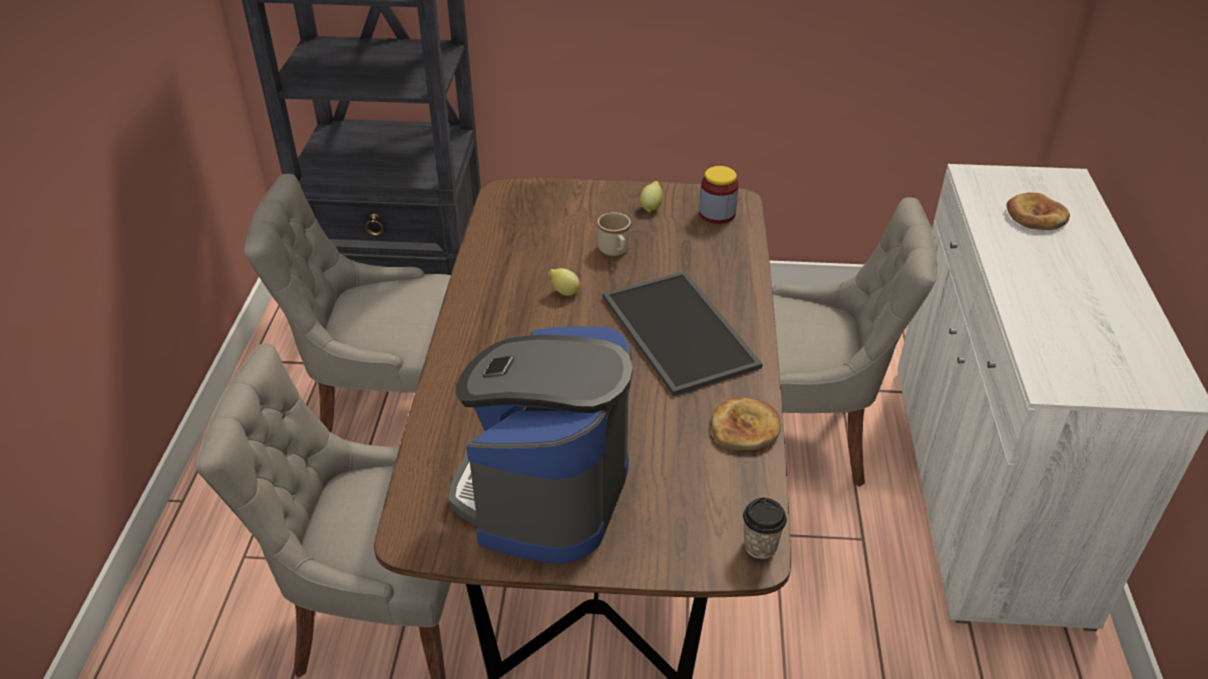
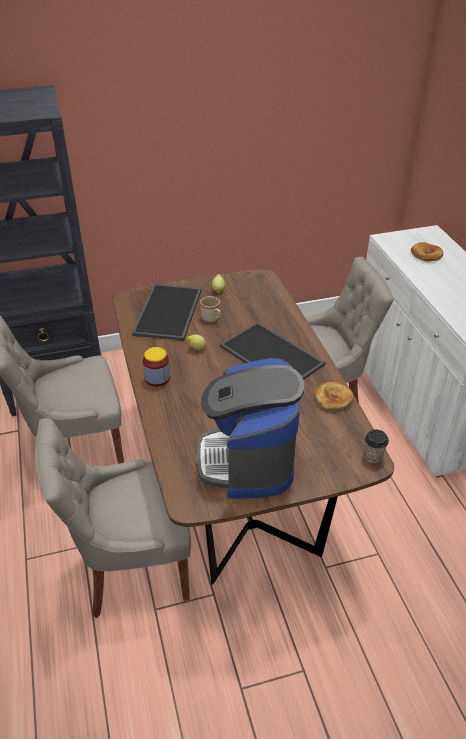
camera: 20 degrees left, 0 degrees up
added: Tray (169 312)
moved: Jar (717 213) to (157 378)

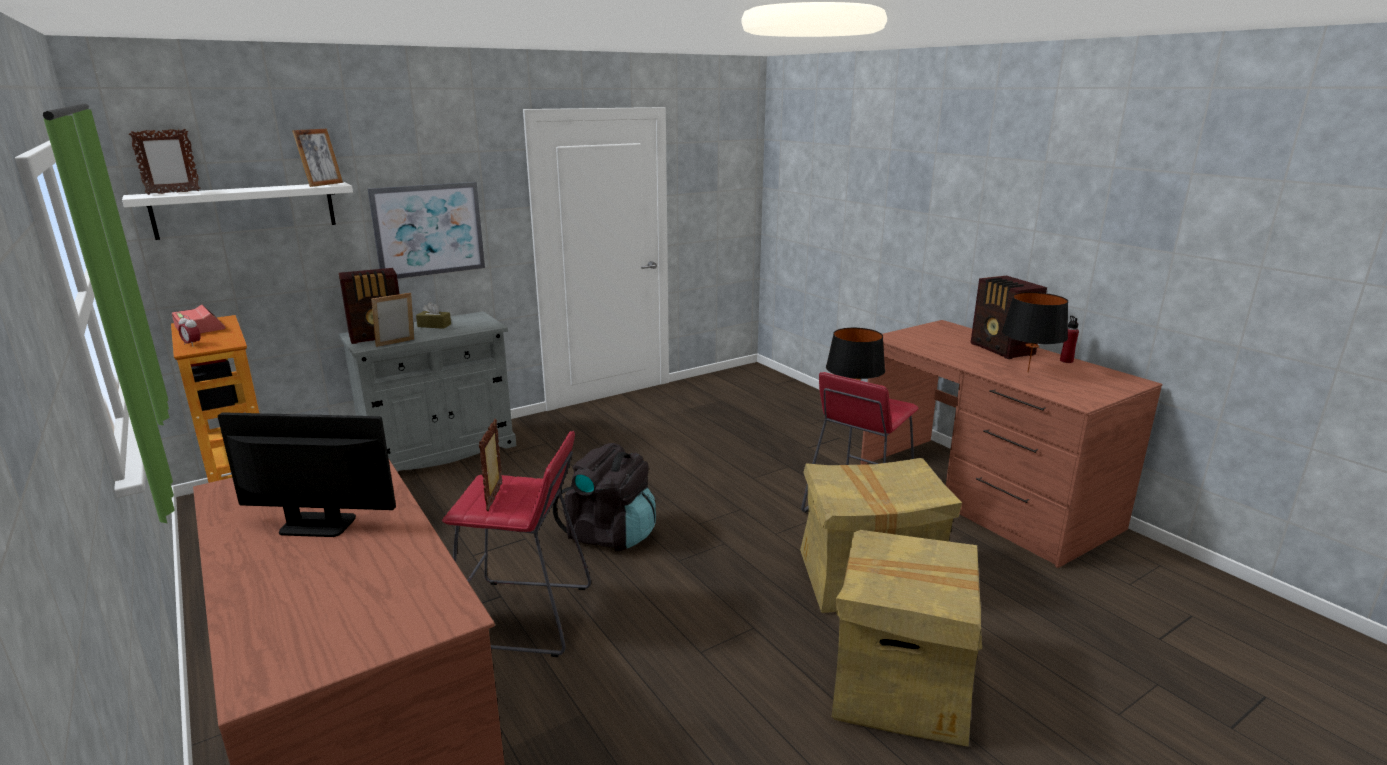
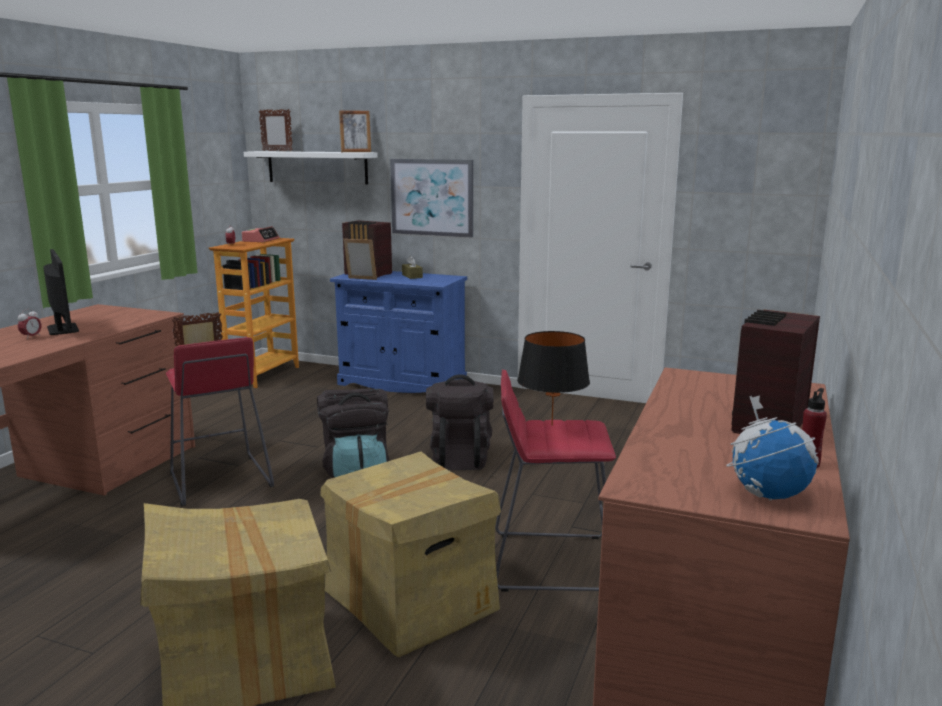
camera: 55 degrees right, 5 degrees down
removed: BlackTableLamp (1028 372)
added: AlarmClock (31 337); BlackBackpack (460 457); Globe (768 494)
recoloured: GreyCabinet (439 451) to BlueCabinet (402 383)

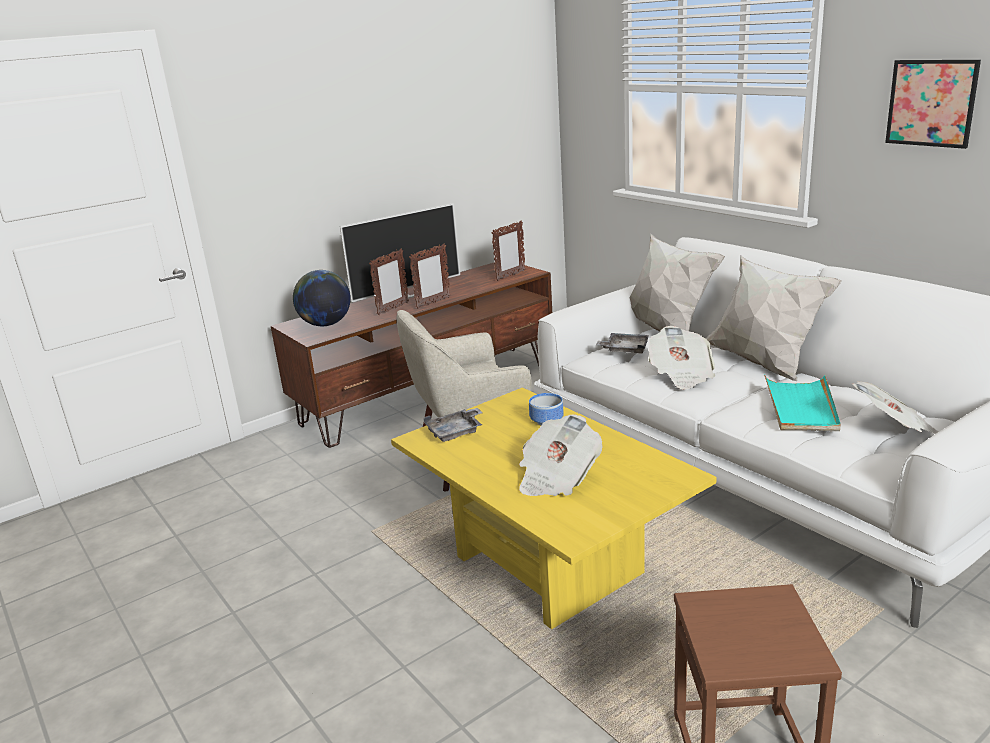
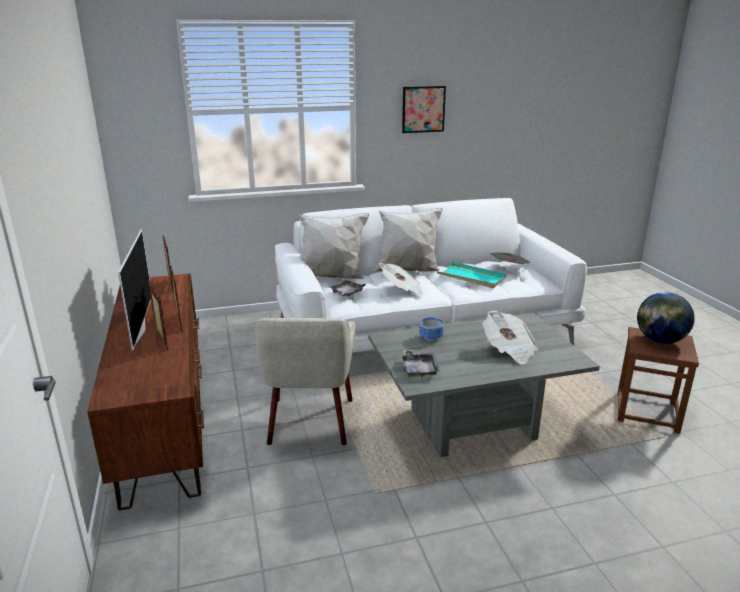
camera: 70 degrees left, 0 degrees up
moved: Globe (325 324) to (660 340)
recoloured: YellowCoffeeTable (548 565) to GreyCoffeeTable (472 424)

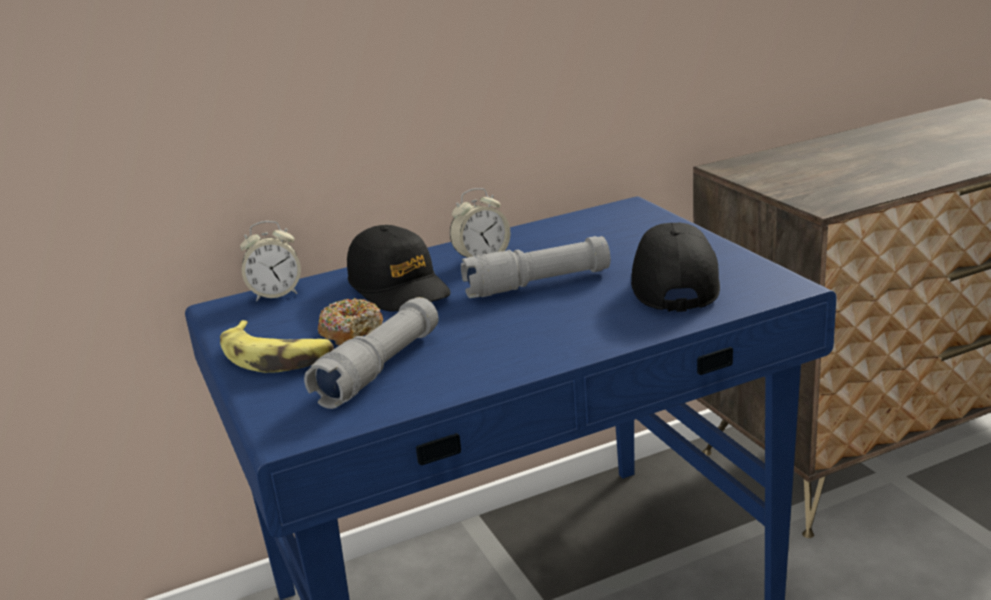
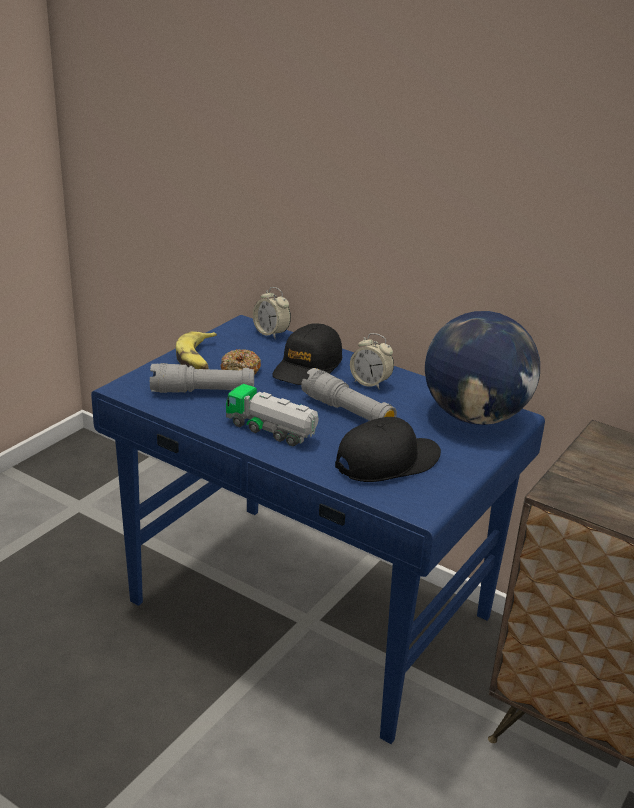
camera: 55 degrees right, 5 degrees up
added: Globe (475 416); ToyTruck (271 430)

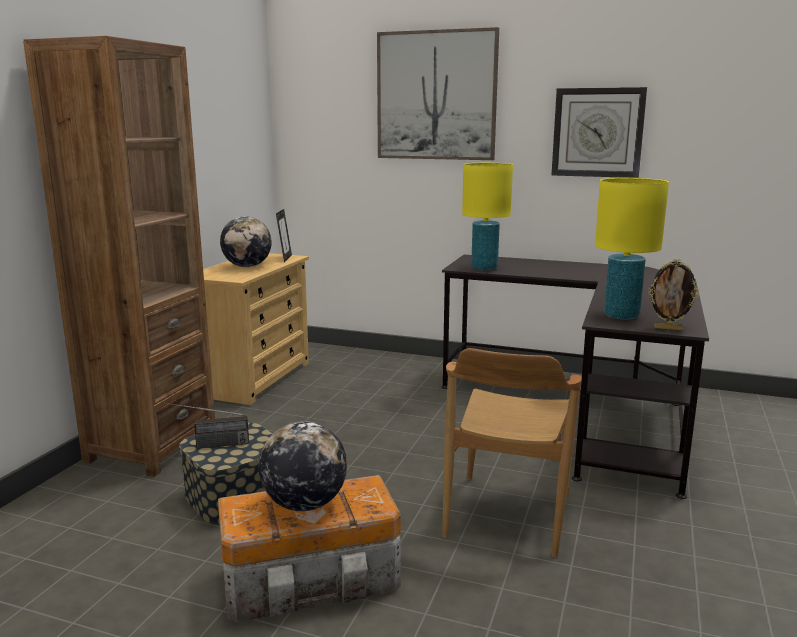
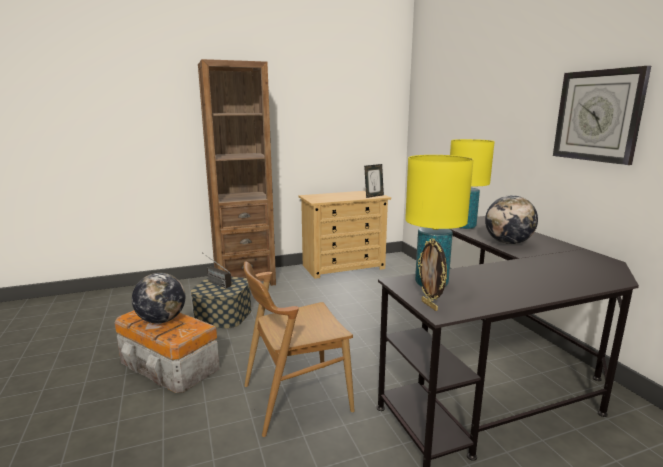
camera: 50 degrees right, 0 degrees up
removed: Picture (436 96)
moved: Globe (247 266) to (508 243)

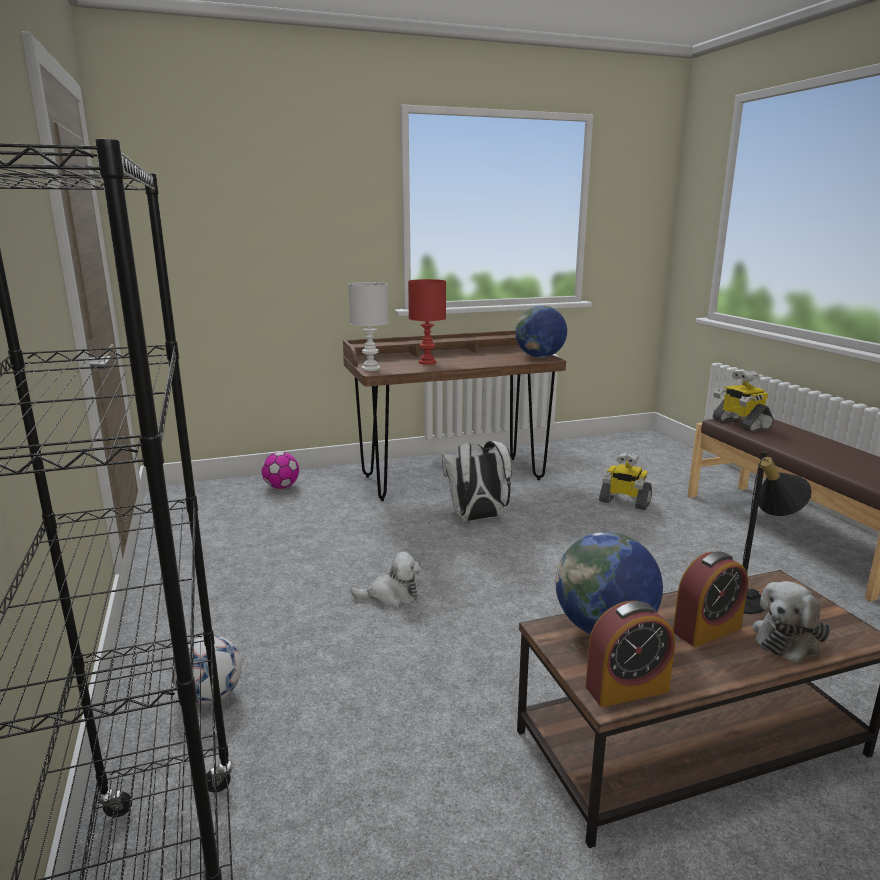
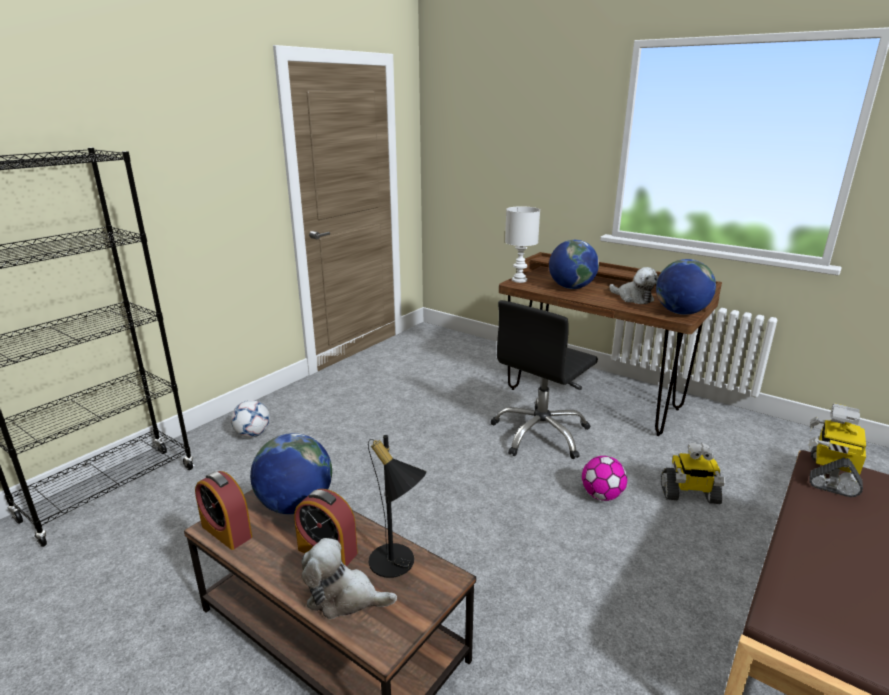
camera: 55 degrees right, 5 degrees up
moved: Football (281 487) to (601 495); PlushToy (391 596) to (633 298)
replaced: RedTableLamp (426 362) to Globe (571 287); WhiteBackpack (477 518) to BlackOfficeChair (540 434)
turned: ToyRobot (624 502) = (689 494) 75 degrees counterclockwise

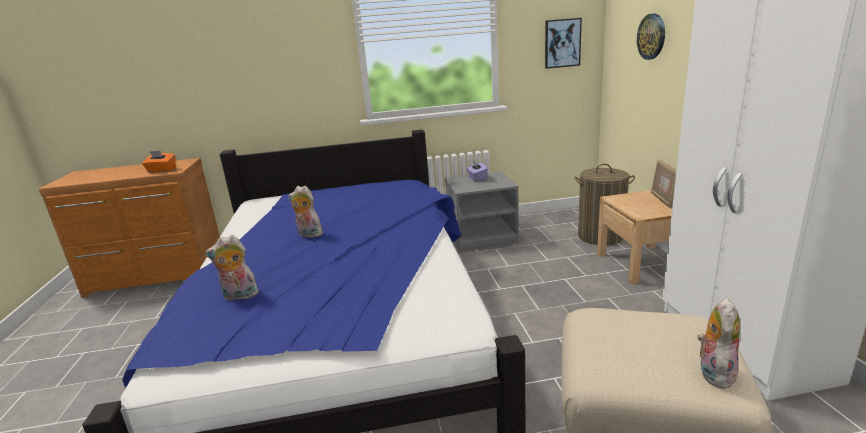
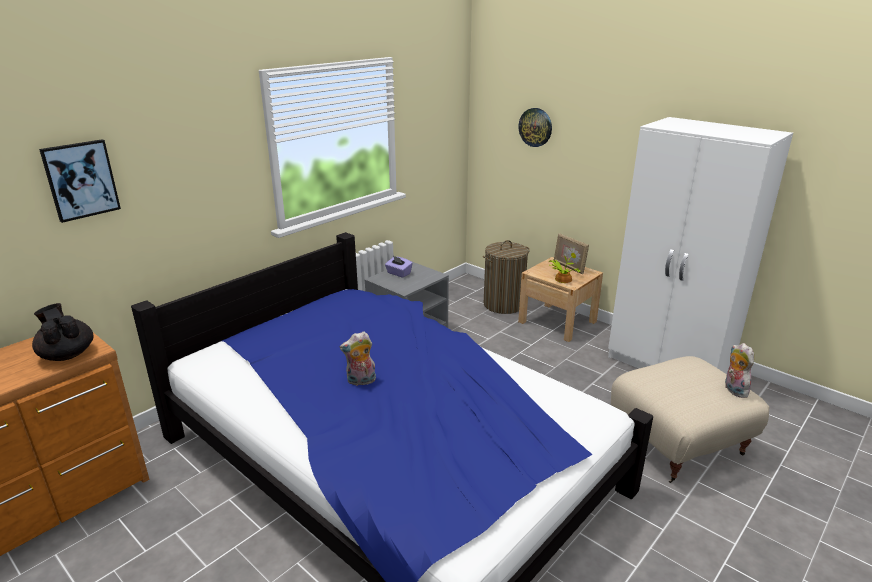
camera: 40 degrees left, 5 degrees up
removed: PlushToy (239 296)
added: PottedPlant (562 279)
moved: Picture (562 43) to (81 180)
replaced: OrangeTissueBox (161 170) to BlackTeapot (67 354)

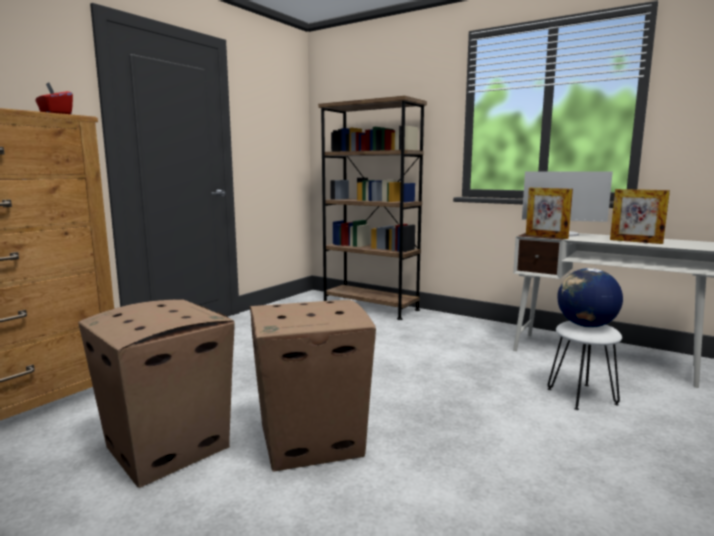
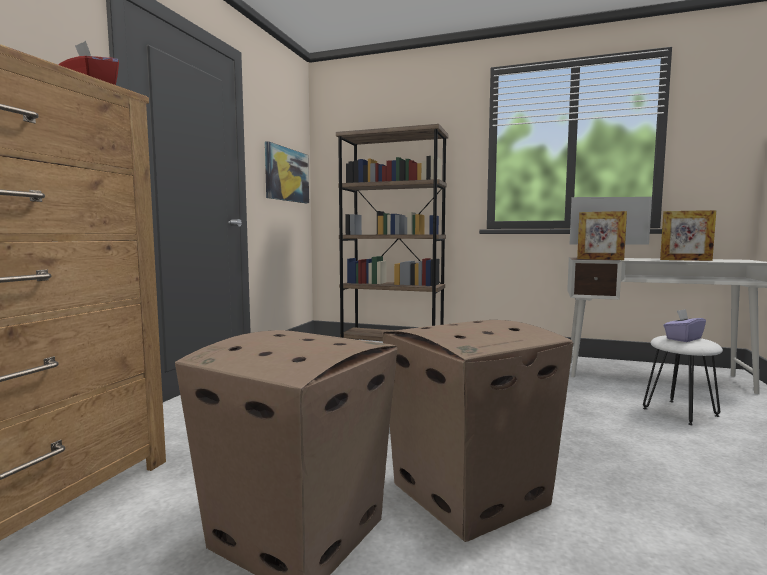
camera: 15 degrees left, 5 degrees down
added: Picture (286 175)
replaced: Globe (586 326) to PurpleTissueBox (683 339)

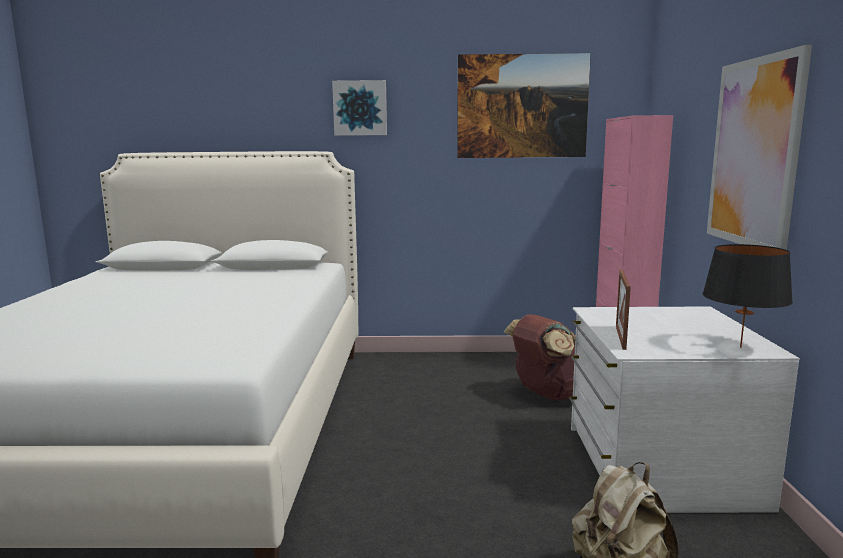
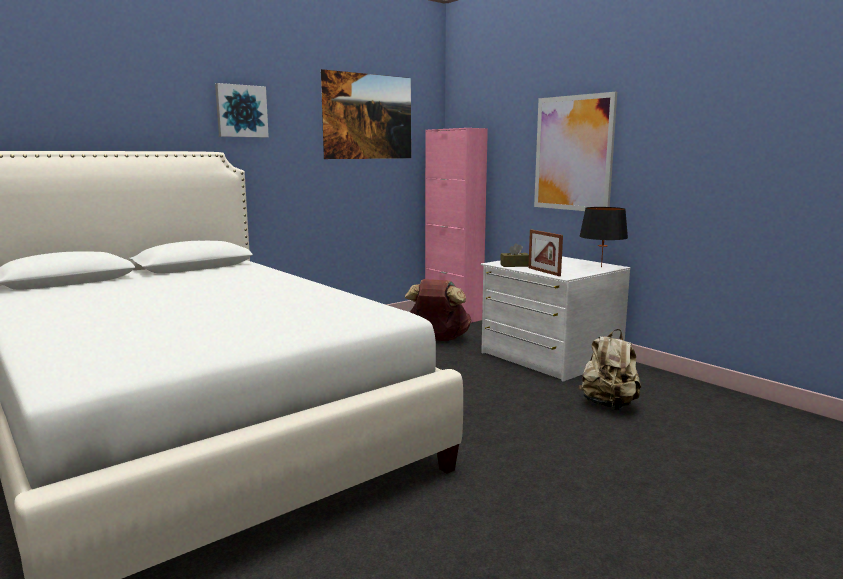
camera: 40 degrees left, 0 degrees up
added: BrownTissueBox (514 265)

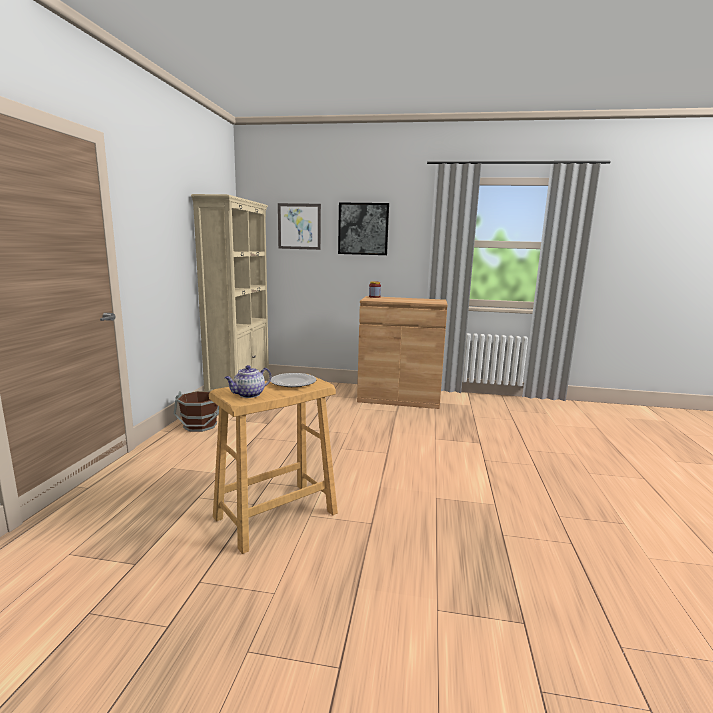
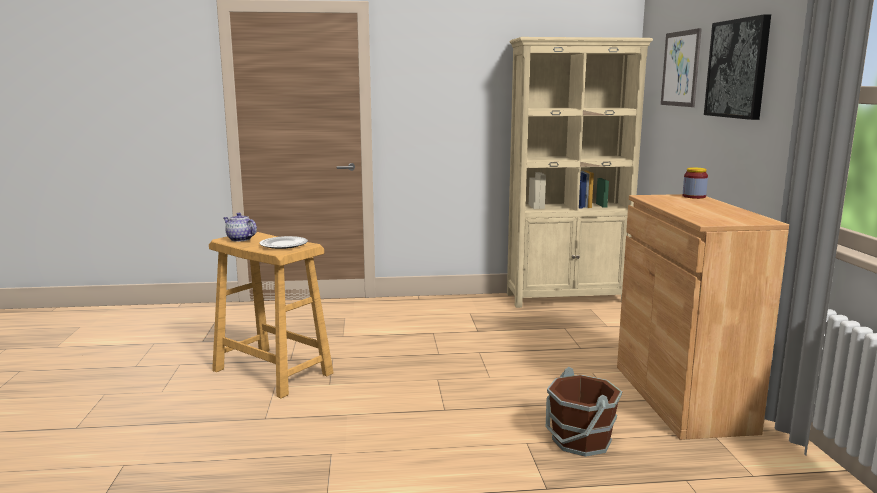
camera: 75 degrees right, 0 degrees up
moved: BrownBucket (200 426) to (580 441)

